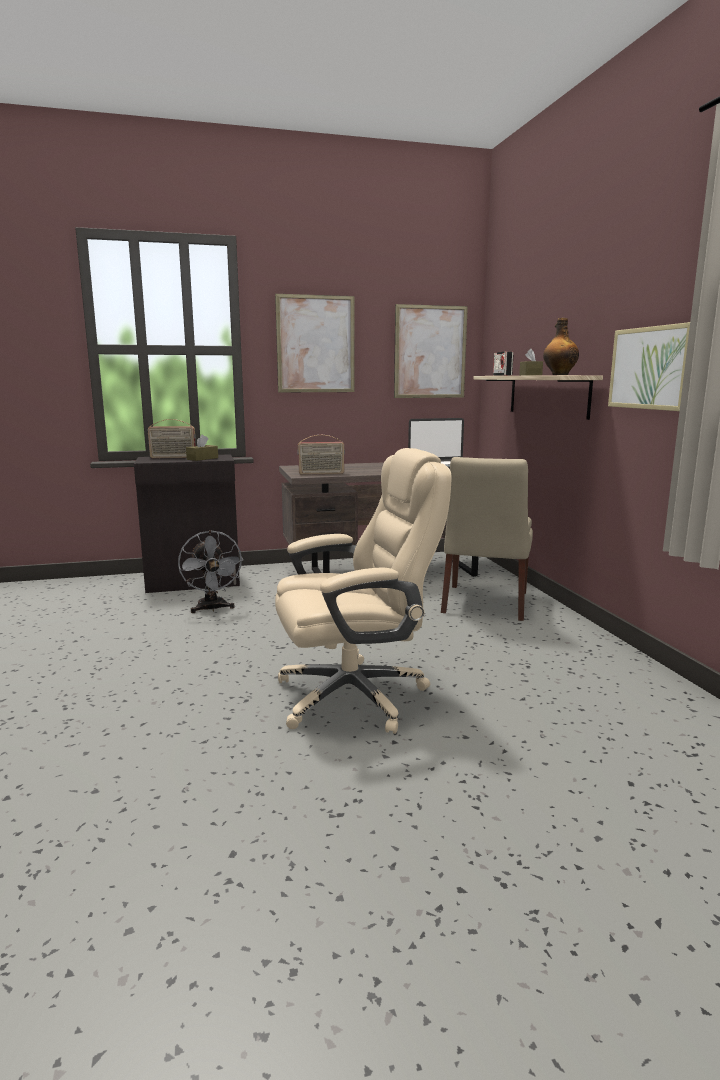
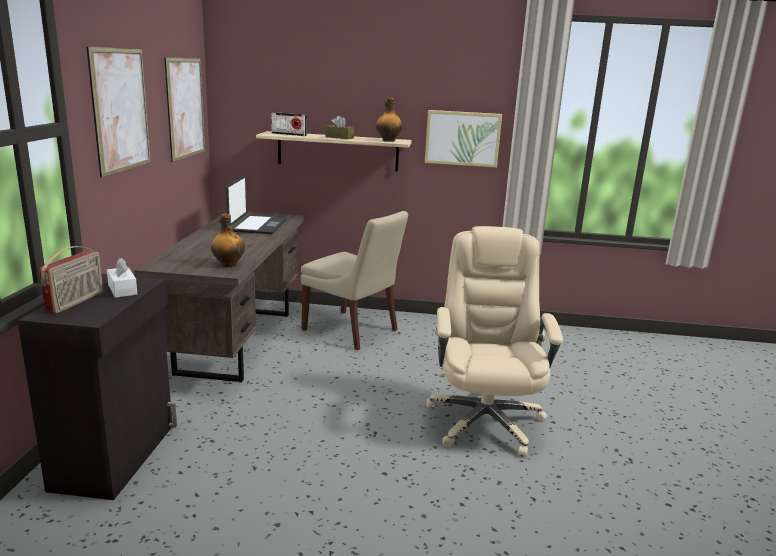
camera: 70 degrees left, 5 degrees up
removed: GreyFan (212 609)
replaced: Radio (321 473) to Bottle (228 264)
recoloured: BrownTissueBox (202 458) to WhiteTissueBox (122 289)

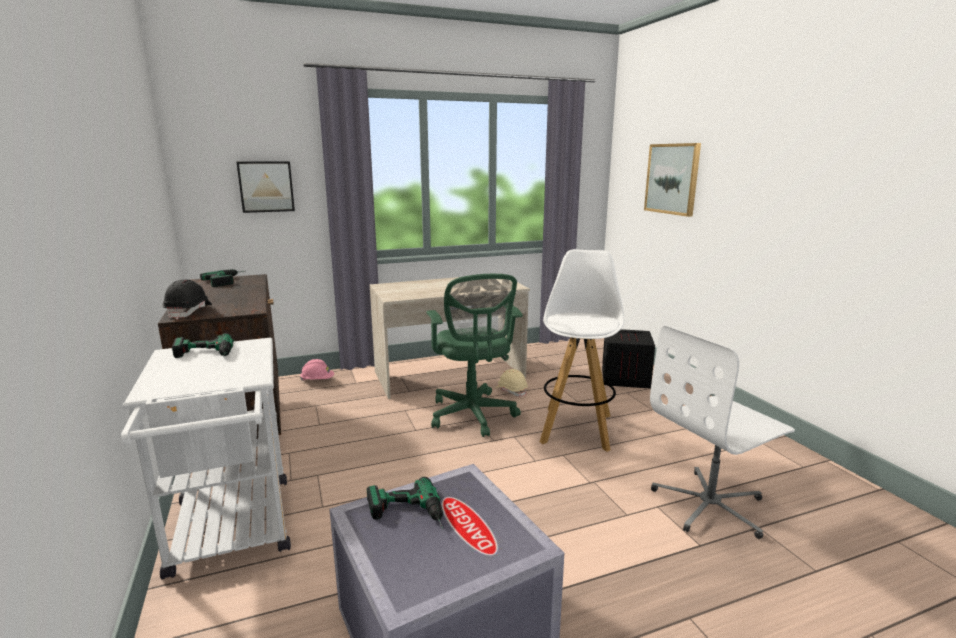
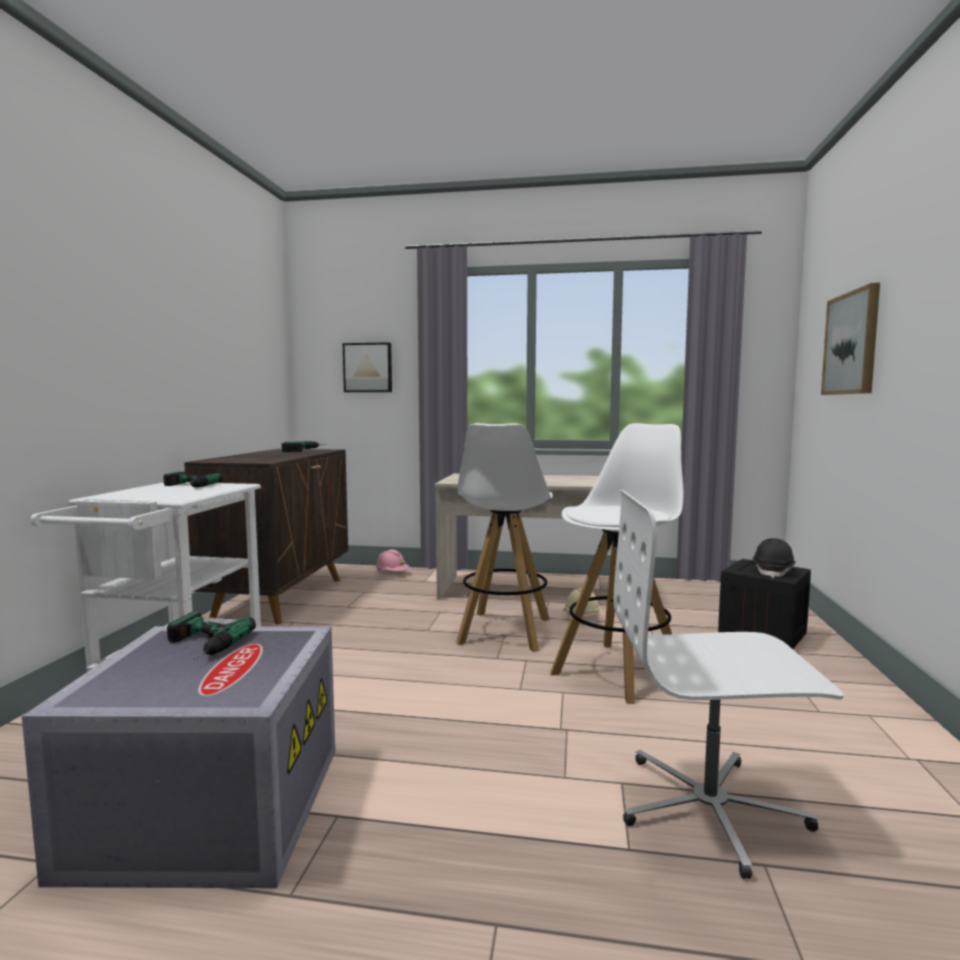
camera: 30 degrees right, 10 degrees down
moved: BlackHardHat (189 312) to (773 571)
replaced: GreenOfficeChair (473 416) to WhiteStool (504 631)

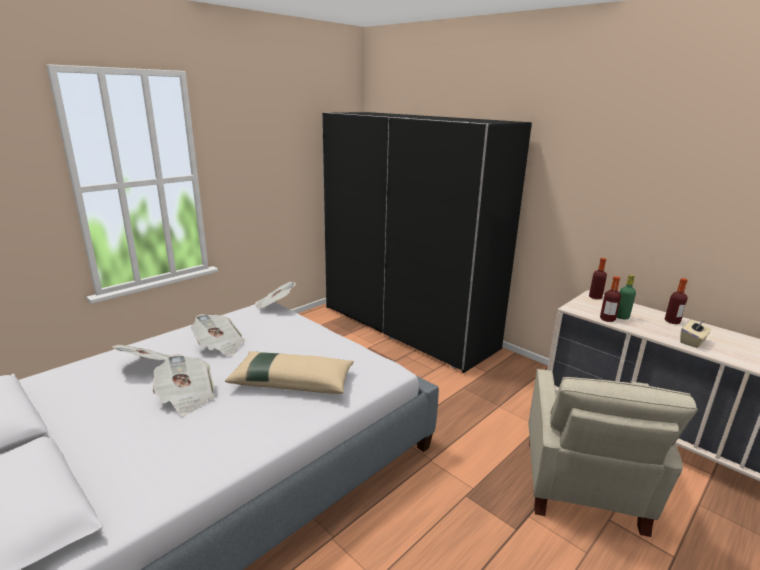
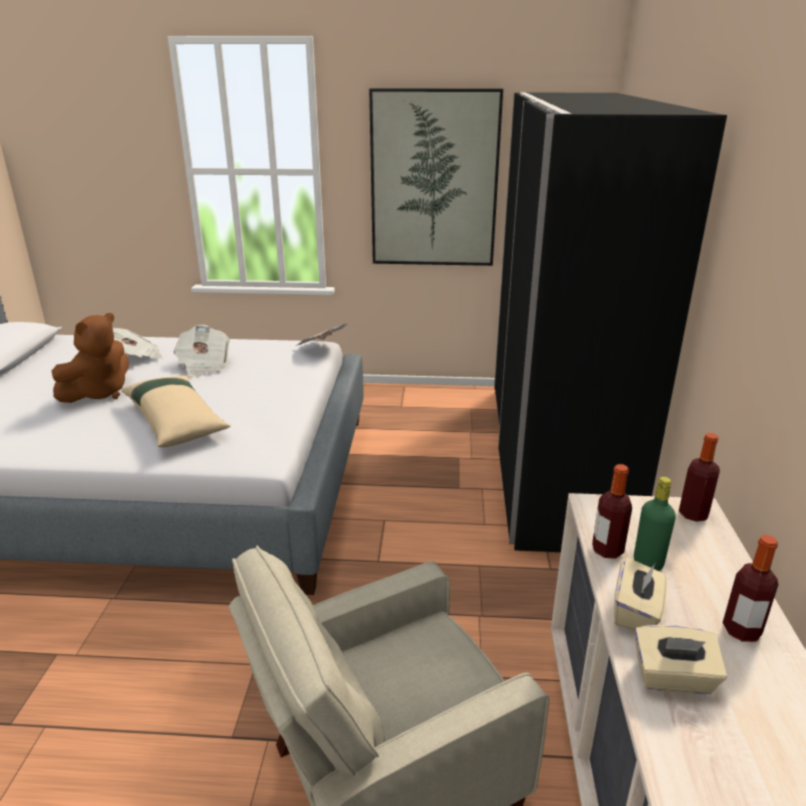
camera: 50 degrees right, 5 degrees up
added: Picture (434 180); BeigeTissueBox (636 612)
replaced: Newspaper (186 397) to BrownPlushToy (99 393)

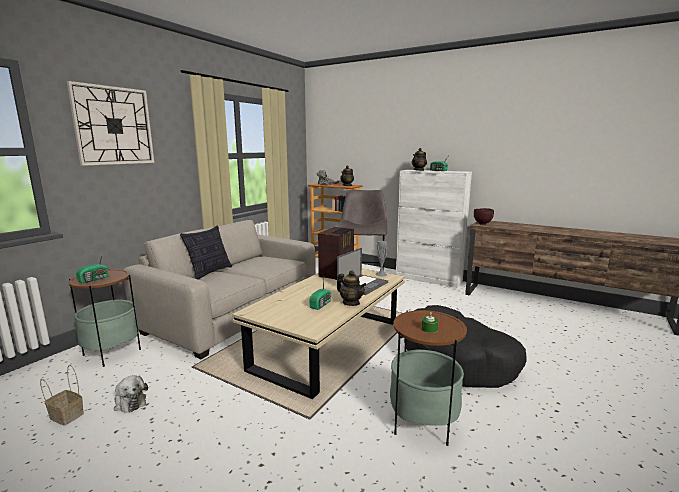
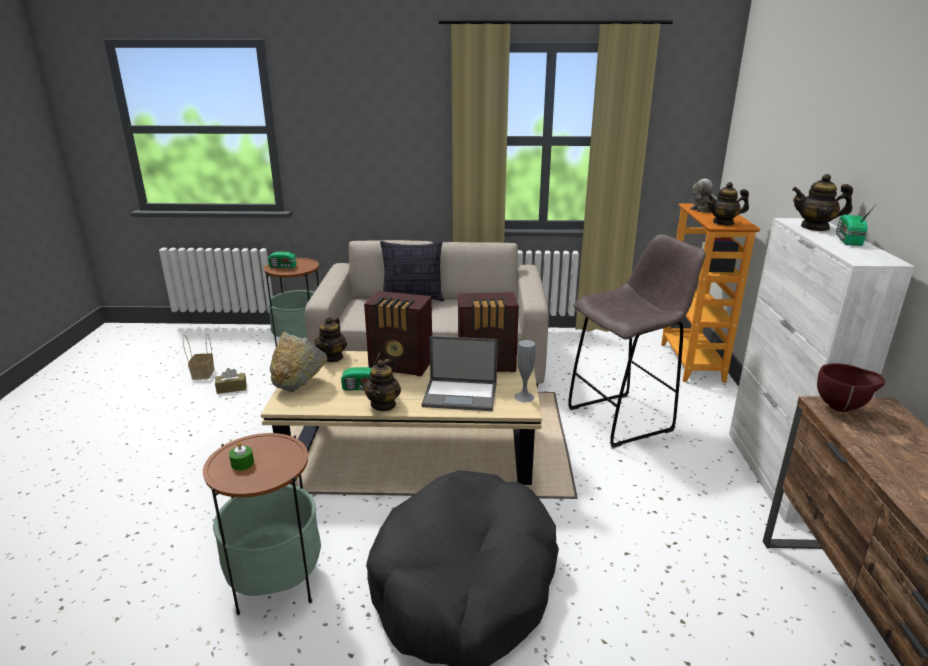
camera: 60 degrees right, 10 degrees up
removed: WallClock (113 126)
added: Radio (402 366); Teapot (332 357); GreyBowl (299 384)
replaced: PlushToy (129 402) to BrownTissueBox (231 388)

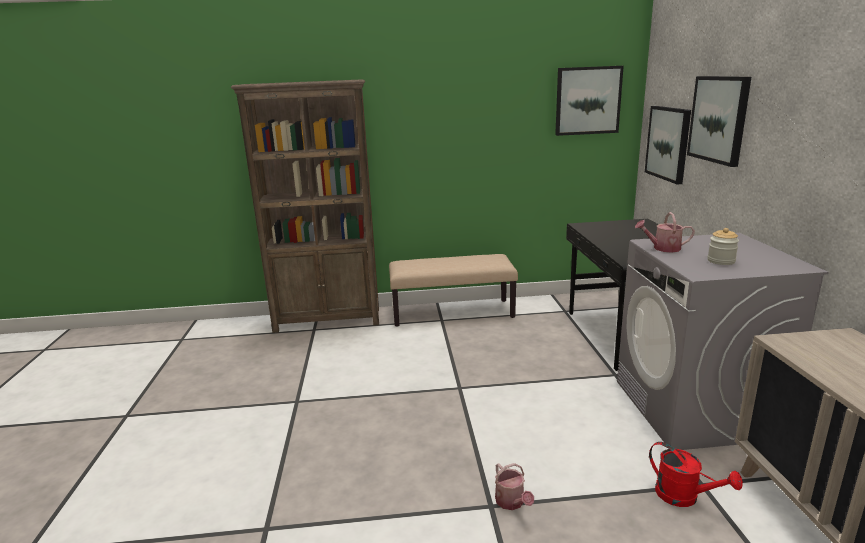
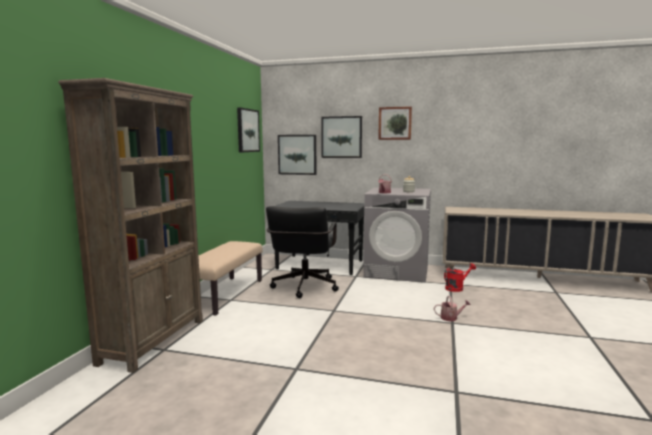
camera: 70 degrees left, 10 degrees down
added: Picture (395 123); BlackOfficeChair (303 288)

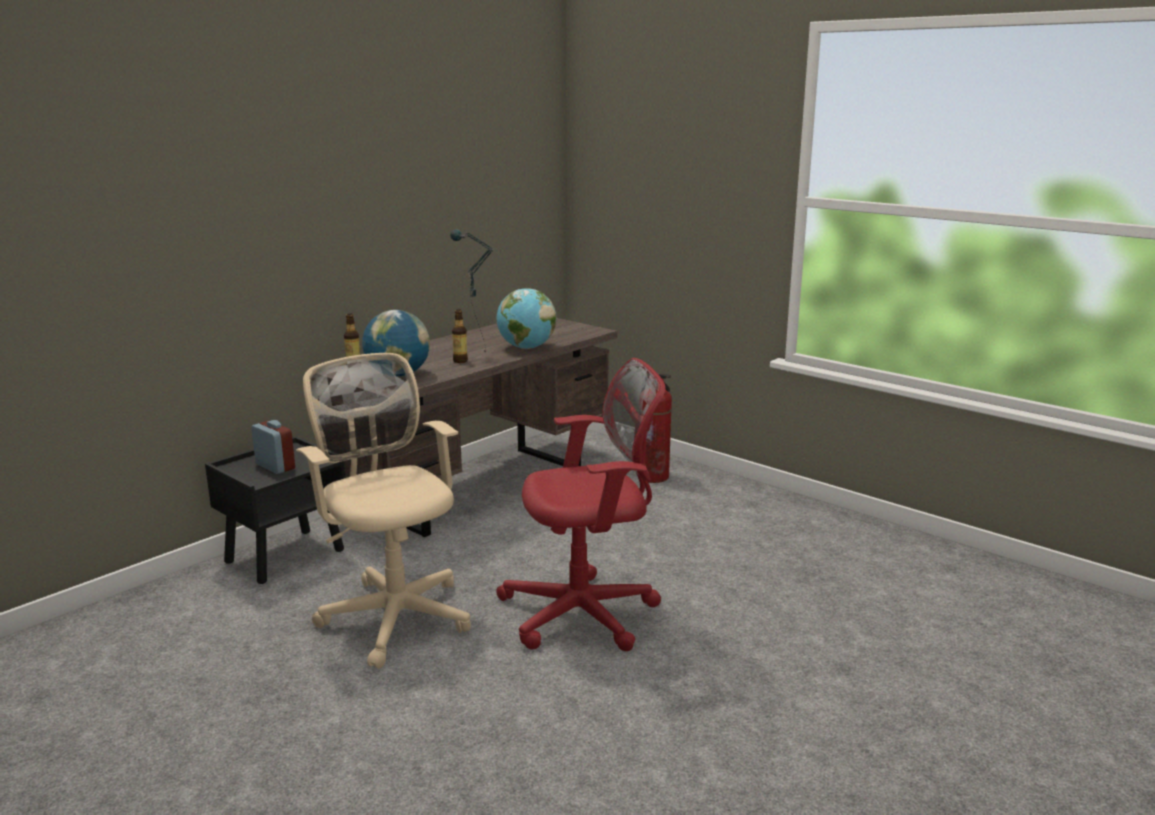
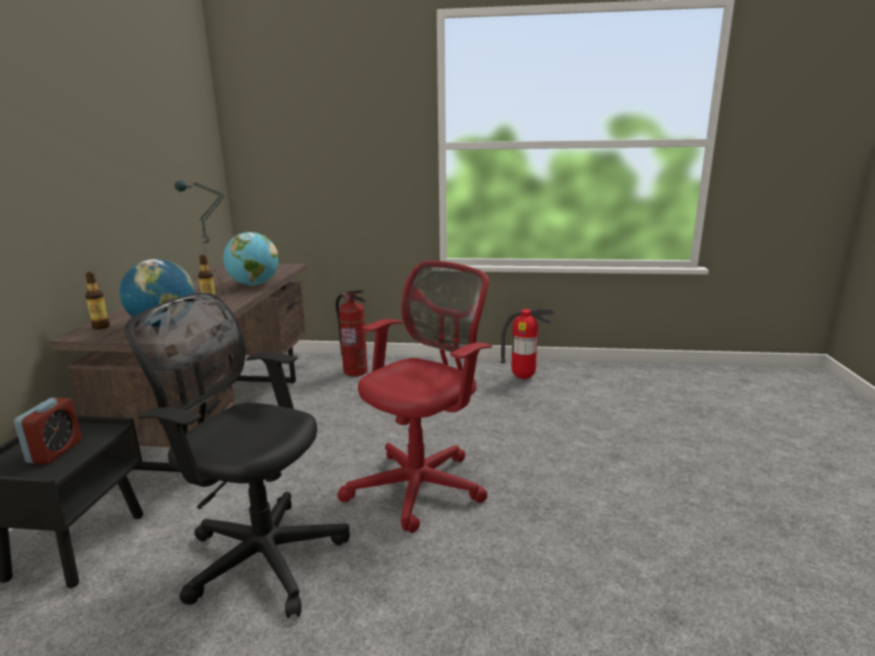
camera: 35 degrees left, 0 degrees up
added: FireExtinguisher (523 377)
recoloured: BeigeOfficeChair (394 614) to BlackOfficeChair (259 555)
turned: AlarmClock (275 466) = (55 451) 90 degrees clockwise

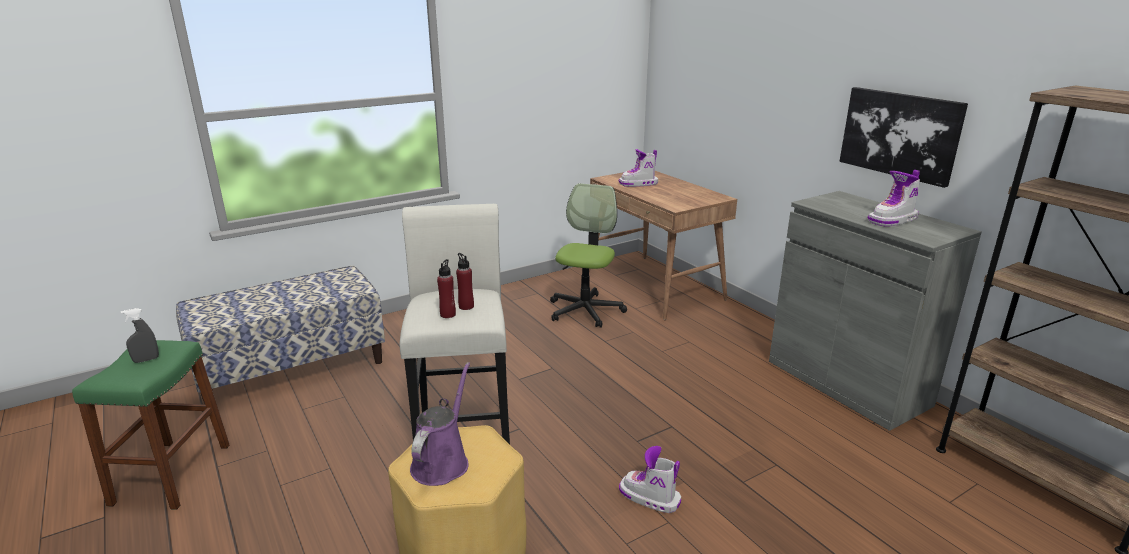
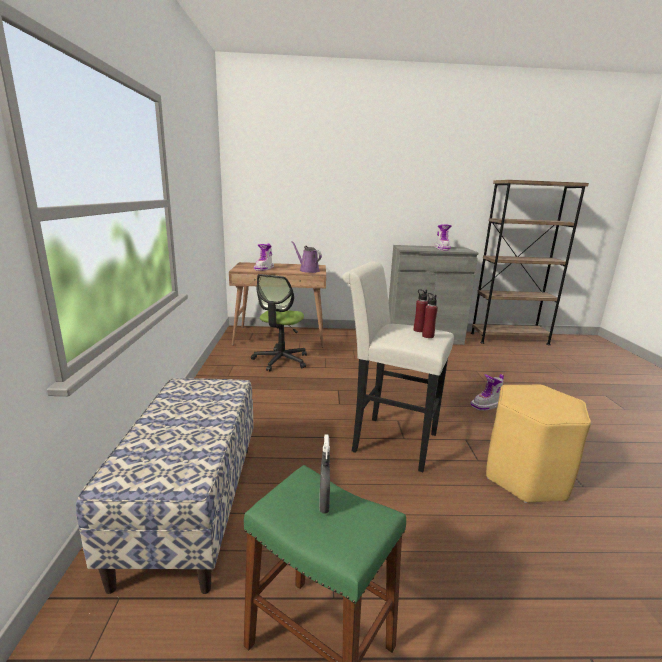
camera: 60 degrees left, 5 degrees down
removed: Picture (900 134)
moved: PurpleWateringCan (442 462) to (308 270)
turned: OfficeChair (585 310) = (281 360) 120 degrees counterclockwise

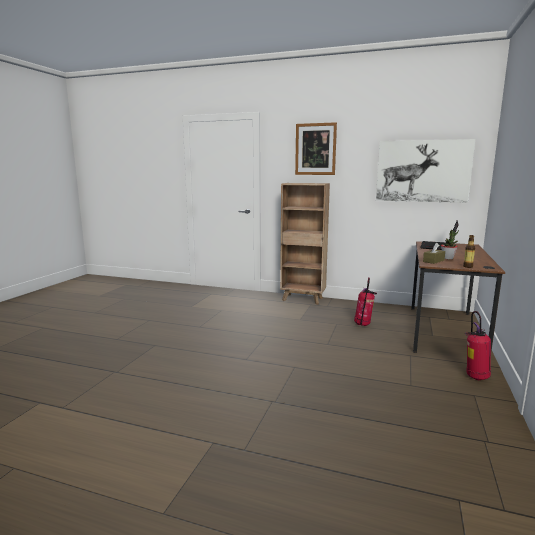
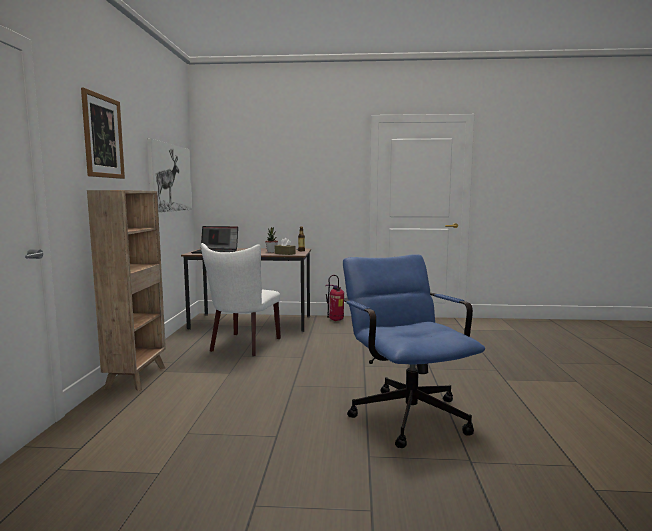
camera: 105 degrees left, 5 degrees down
added: BlueOfficeChair (405 412)
replaced: FireExtinguisher (363 325) to WhiteChair (243 346)

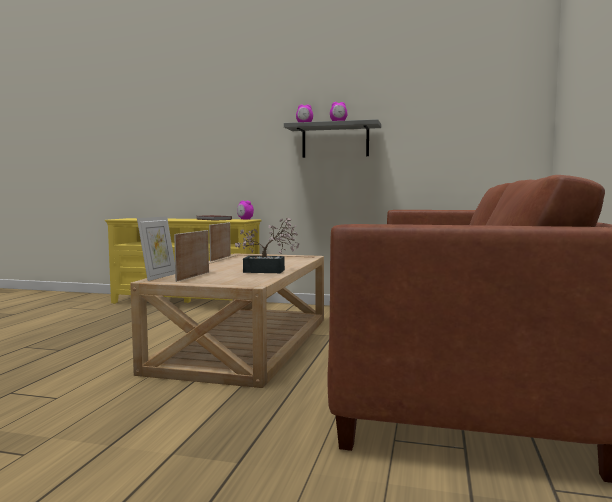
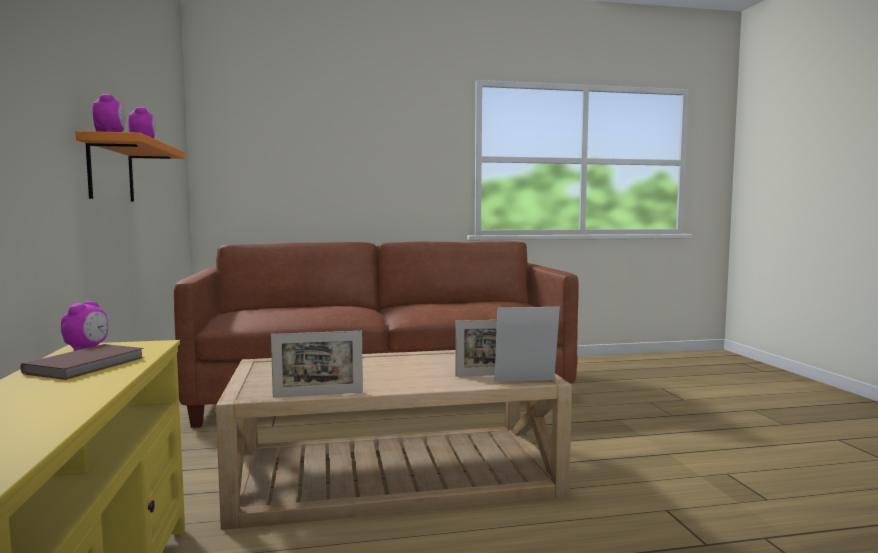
camera: 115 degrees left, 0 degrees up
removed: PottedPlant (269 271)
recoloured: GreyShelf (335 141) to OrangeShelf (111 171)

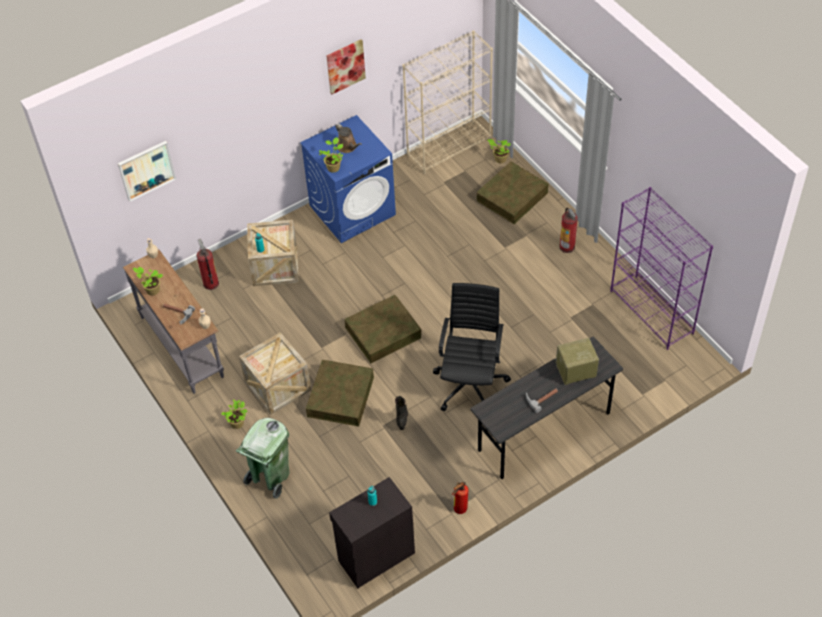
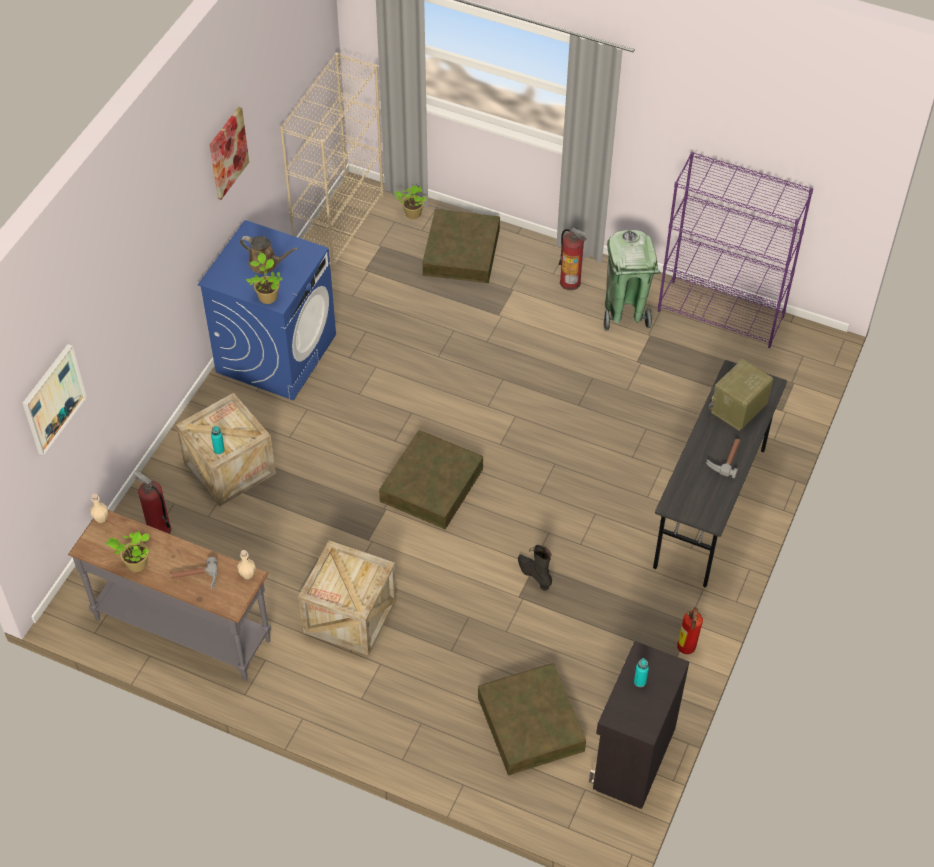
camera: 35 degrees left, 0 degrees up
removed: BlackOfficeChair (471 383); PottedPlant (238 423)
moved: BrownStorageBox (340 397) to (530 724); GreenTrashCan (270 477) to (625 313)

